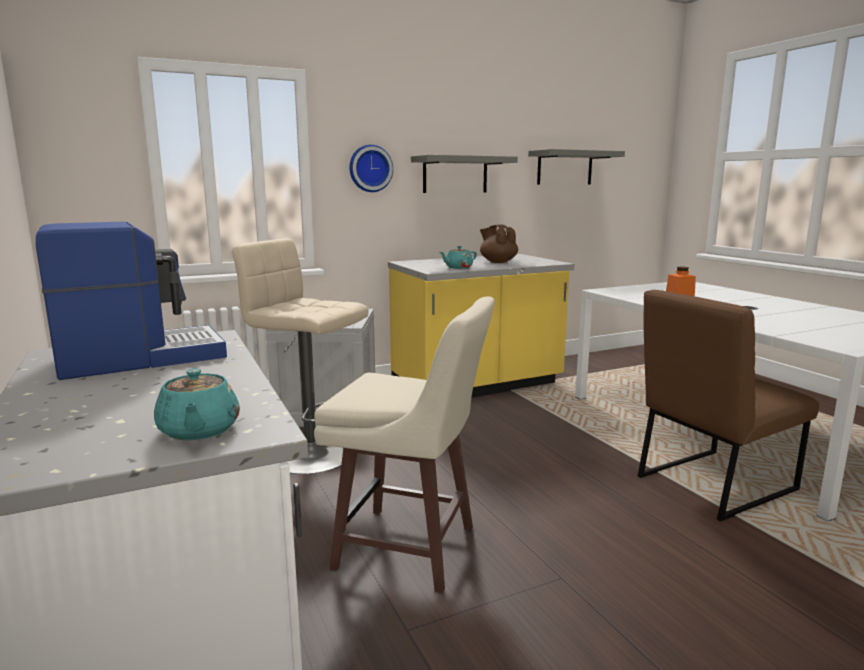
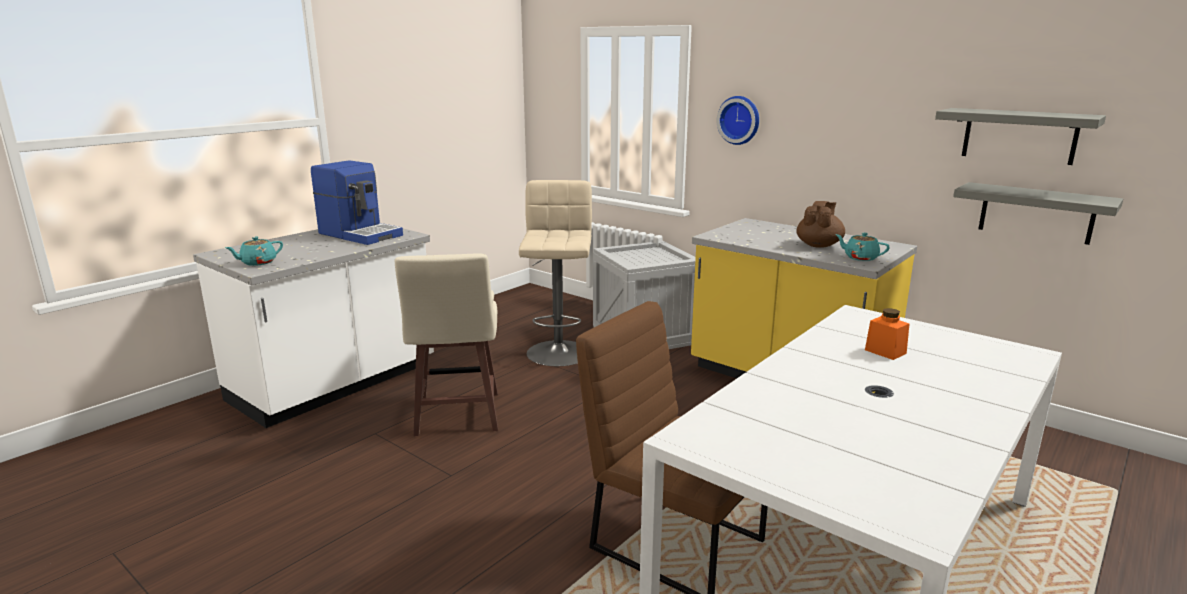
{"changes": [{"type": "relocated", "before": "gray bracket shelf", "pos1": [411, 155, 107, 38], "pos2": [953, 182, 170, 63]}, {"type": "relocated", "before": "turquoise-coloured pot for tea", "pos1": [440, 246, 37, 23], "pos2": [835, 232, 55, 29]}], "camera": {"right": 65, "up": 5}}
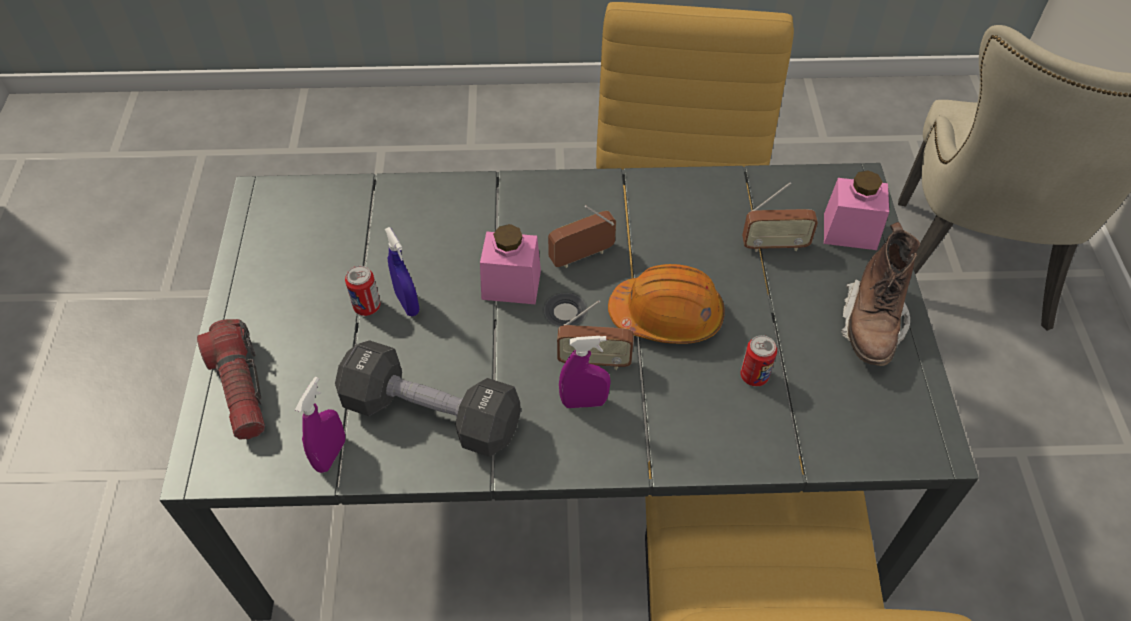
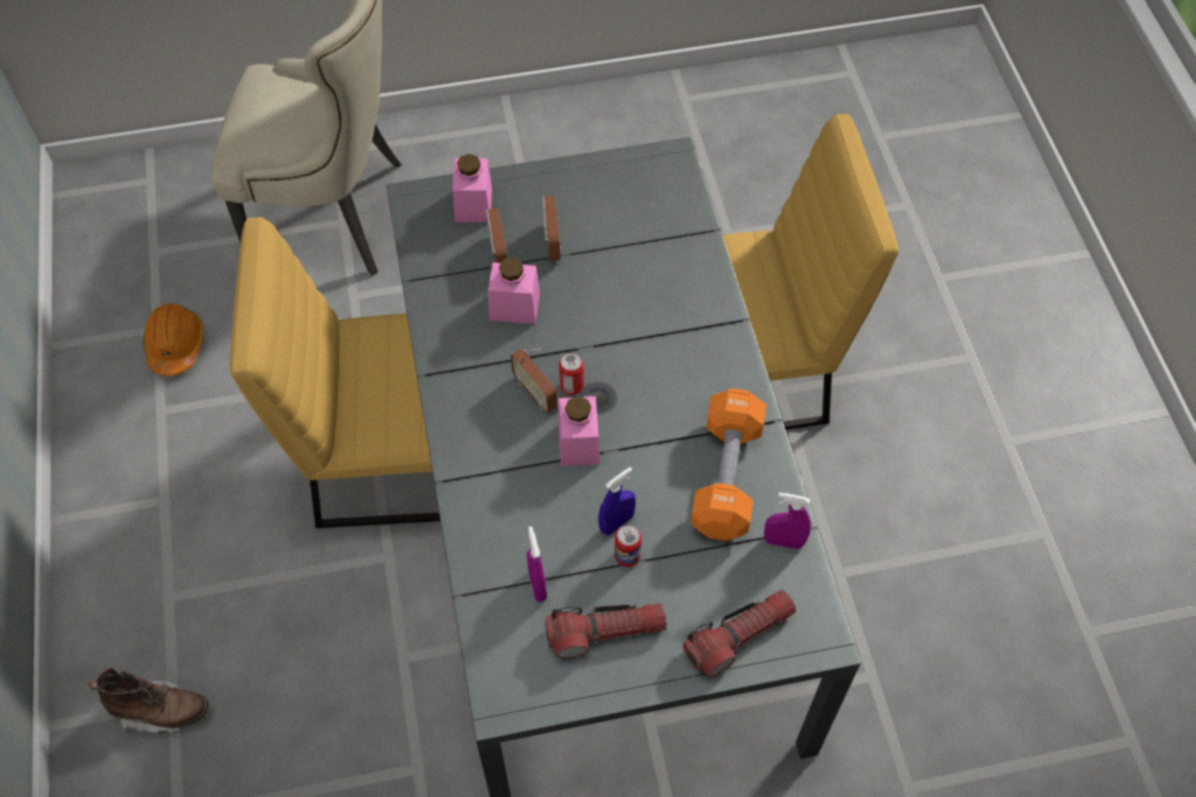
{"changes": [{"type": "colour", "before": "black free weight", "after": "orangey free weight", "pos1": [335, 340, 186, 117], "pos2": [691, 389, 75, 152]}, {"type": "relocated", "before": "radio receiver", "pos1": [557, 301, 77, 69], "pos2": [542, 196, 19, 65]}, {"type": "relocated", "before": "purple-coloured sprayer", "pos1": [559, 336, 52, 72], "pos2": [527, 526, 20, 76]}, {"type": "relocated", "before": "orangey hard hat", "pos1": [608, 264, 117, 80], "pos2": [143, 303, 60, 73]}, {"type": "relocated", "before": "metal can", "pos1": [740, 335, 37, 51], "pos2": [559, 353, 25, 42]}, {"type": "relocated", "before": "brown high-top boot", "pos1": [841, 222, 79, 144], "pos2": [88, 668, 121, 66]}, {"type": "appeared", "after": "pink-coloured storage jar", "pos2": [488, 257, 52, 67]}, {"type": "appeared", "after": "flashlight", "pos2": [545, 603, 122, 56]}], "camera": {"right": -100, "up": 5}}
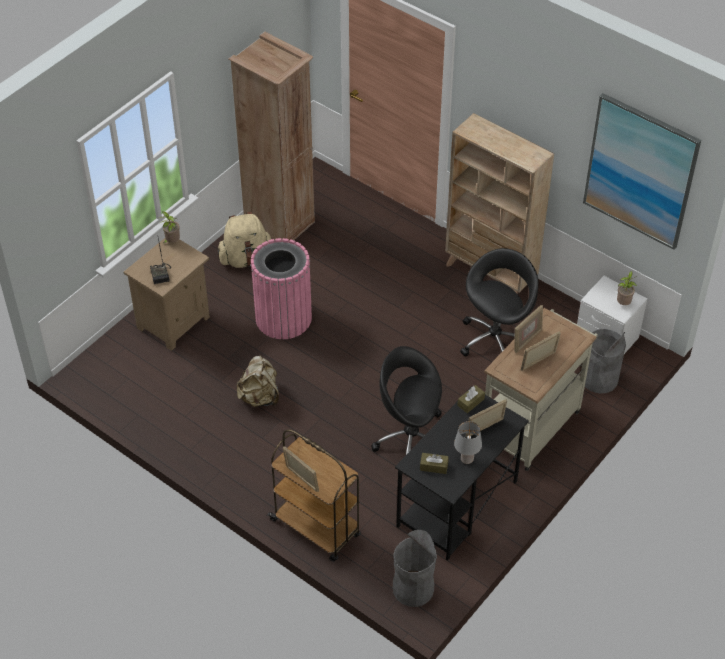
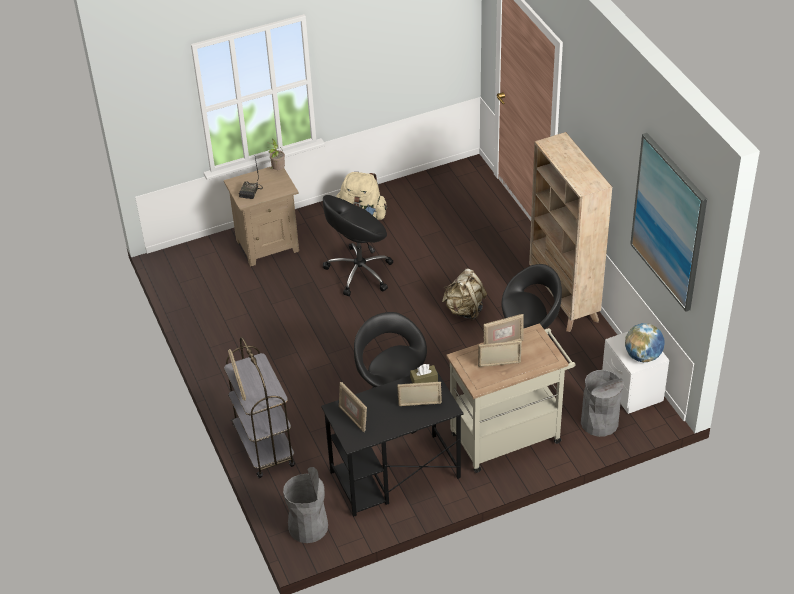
{"changes": [{"type": "missing", "before": "brown cupboard", "pos1": [229, 32, 86, 208]}, {"type": "relocated", "before": "beige-coloured knapsack", "pos1": [237, 356, 42, 51], "pos2": [442, 269, 45, 51]}, {"type": "exchanged", "before": "pink-coloured rubbish bin", "after": "black desk chair", "pos1": [250, 238, 62, 101], "pos2": [323, 195, 70, 101]}, {"type": "colour", "before": "brown wheeled cart", "after": "gray wheeled cart", "pos1": [267, 429, 94, 133], "pos2": [224, 337, 71, 141]}, {"type": "exchanged", "before": "brown tissue holder", "after": "picture frame", "pos1": [420, 453, 29, 21], "pos2": [339, 382, 28, 50]}, {"type": "missing", "before": "gray table lamp", "pos1": [454, 421, 28, 43]}, {"type": "exchanged", "before": "plant in a pot", "after": "world globe", "pos1": [617, 271, 20, 34], "pos2": [625, 323, 39, 39]}], "camera": {"right": 30, "up": -5}}
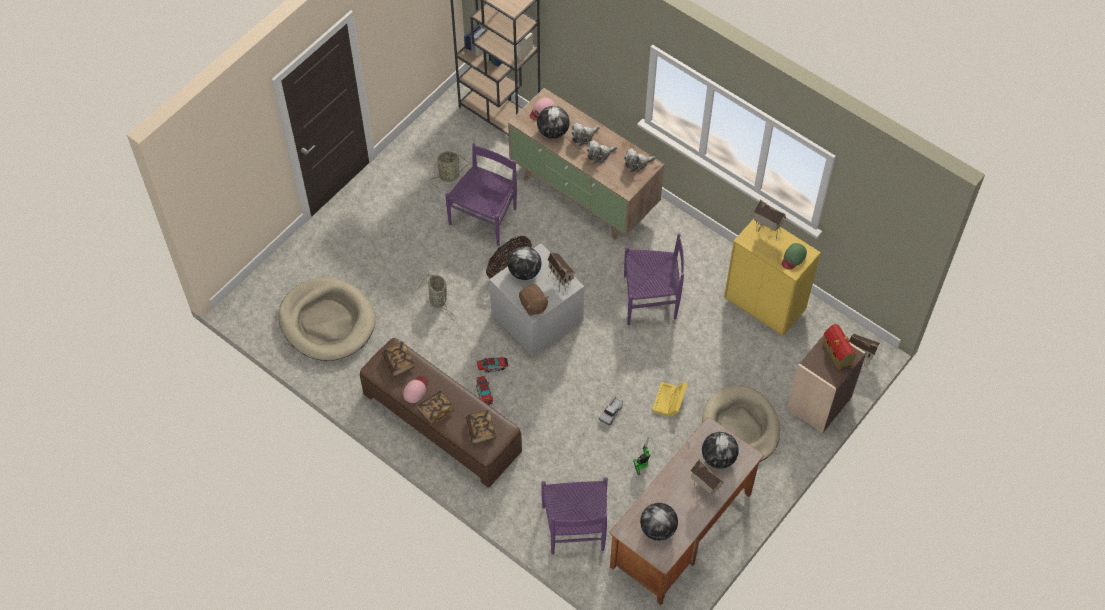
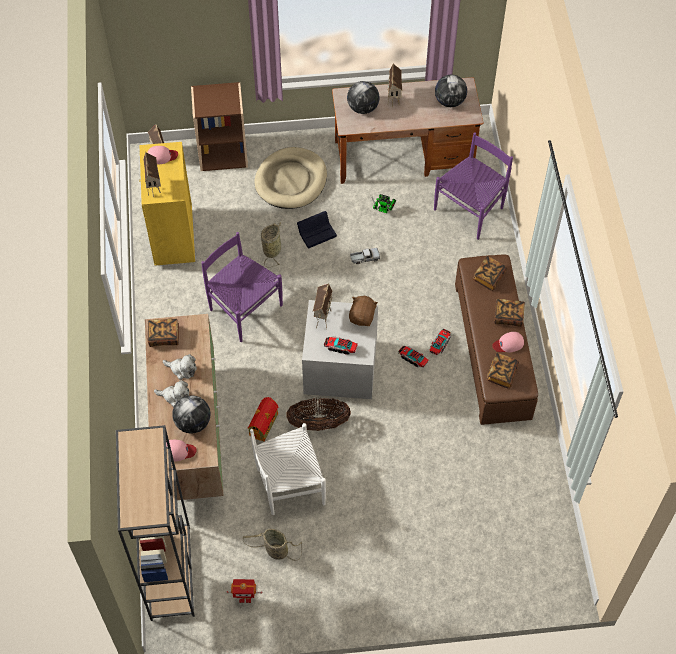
{"changes": [{"type": "missing", "before": "beige-coloured dog cushion", "pos1": [278, 277, 98, 84]}, {"type": "relocated", "before": "storage basket", "pos1": [418, 274, 38, 47], "pos2": [261, 222, 20, 45]}, {"type": "colour", "before": "purple-coloured plain chair", "after": "whitish plain chair", "pos1": [446, 143, 71, 103], "pos2": [250, 423, 76, 92]}, {"type": "exchanged", "before": "world globe", "after": "toy truck", "pos1": [508, 246, 33, 34], "pos2": [324, 336, 34, 19]}, {"type": "exchanged", "before": "soft toy", "after": "bound book", "pos1": [624, 149, 32, 23], "pos2": [148, 319, 31, 28]}, {"type": "colour", "before": "yellow storage bin", "after": "black storage bin", "pos1": [652, 382, 35, 35], "pos2": [297, 211, 40, 38]}, {"type": "colour", "before": "green-coloured baseball cap", "after": "pink-coloured baseball cap", "pos1": [782, 243, 25, 27], "pos2": [147, 146, 31, 19]}, {"type": "relocated", "before": "toy house", "pos1": [823, 324, 34, 46], "pos2": [248, 397, 30, 44]}, {"type": "appeared", "after": "robot figure", "pos2": [227, 579, 35, 24]}], "camera": {"right": -135, "up": 0}}
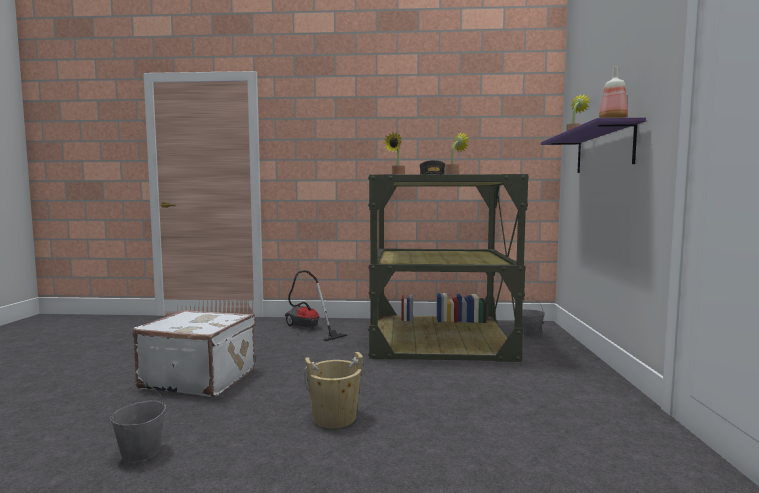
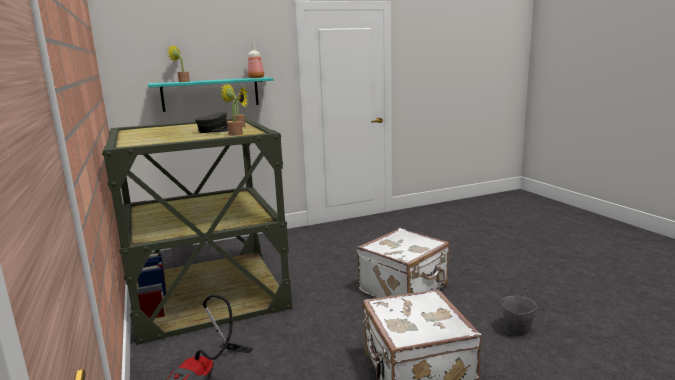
{"changes": [{"type": "exchanged", "before": "beige-coloured pail", "after": "whitish piece of luggage", "pos1": [304, 352, 59, 76], "pos2": [357, 228, 93, 70]}, {"type": "colour", "before": "purple-coloured bracket shelf", "after": "turquoise-coloured bracket shelf", "pos1": [541, 117, 105, 56], "pos2": [148, 77, 126, 35]}], "camera": {"right": -115, "up": 10}}
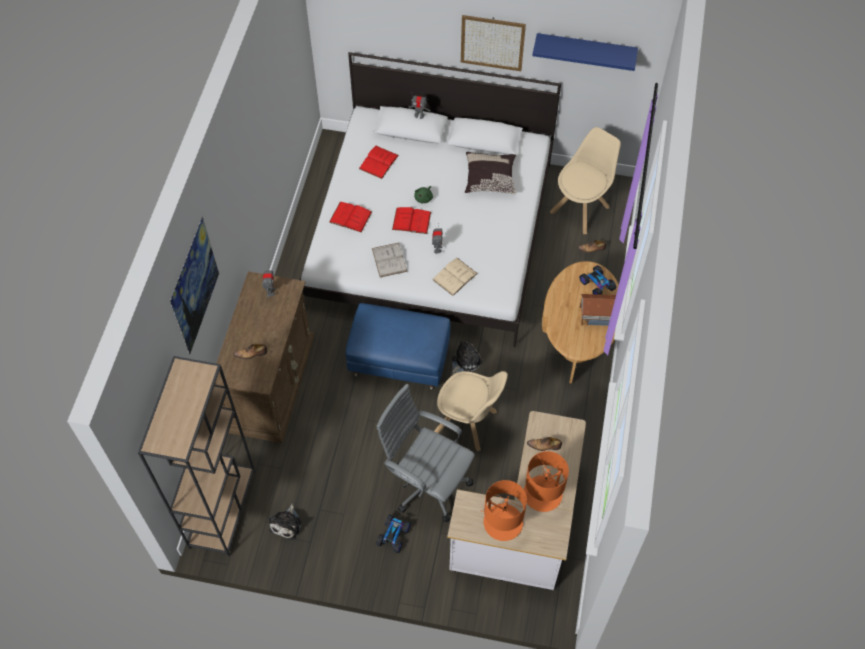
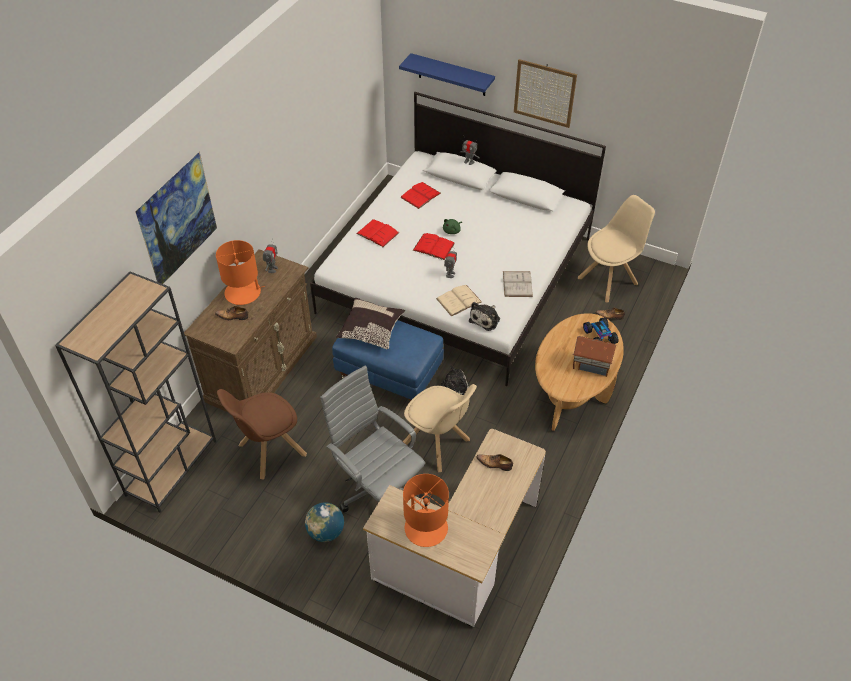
{"changes": [{"type": "relocated", "before": "soft toy", "pos1": [269, 504, 33, 36], "pos2": [469, 302, 31, 29]}, {"type": "relocated", "before": "whitish bound book", "pos1": [372, 243, 35, 34], "pos2": [503, 271, 30, 26]}, {"type": "exchanged", "before": "model car", "after": "world globe", "pos1": [376, 514, 35, 39], "pos2": [305, 502, 39, 40]}, {"type": "relocated", "before": "cushion", "pos1": [464, 152, 52, 42], "pos2": [336, 298, 69, 51]}, {"type": "relocated", "before": "orangey table lamp", "pos1": [524, 451, 45, 61], "pos2": [216, 240, 49, 65]}, {"type": "relocated", "before": "blue-coloured bracket shelf", "pos1": [532, 33, 106, 38], "pos2": [399, 53, 96, 43]}, {"type": "appeared", "after": "brown plain chair", "pos2": [217, 389, 90, 91]}], "camera": {"right": 15, "up": -10}}
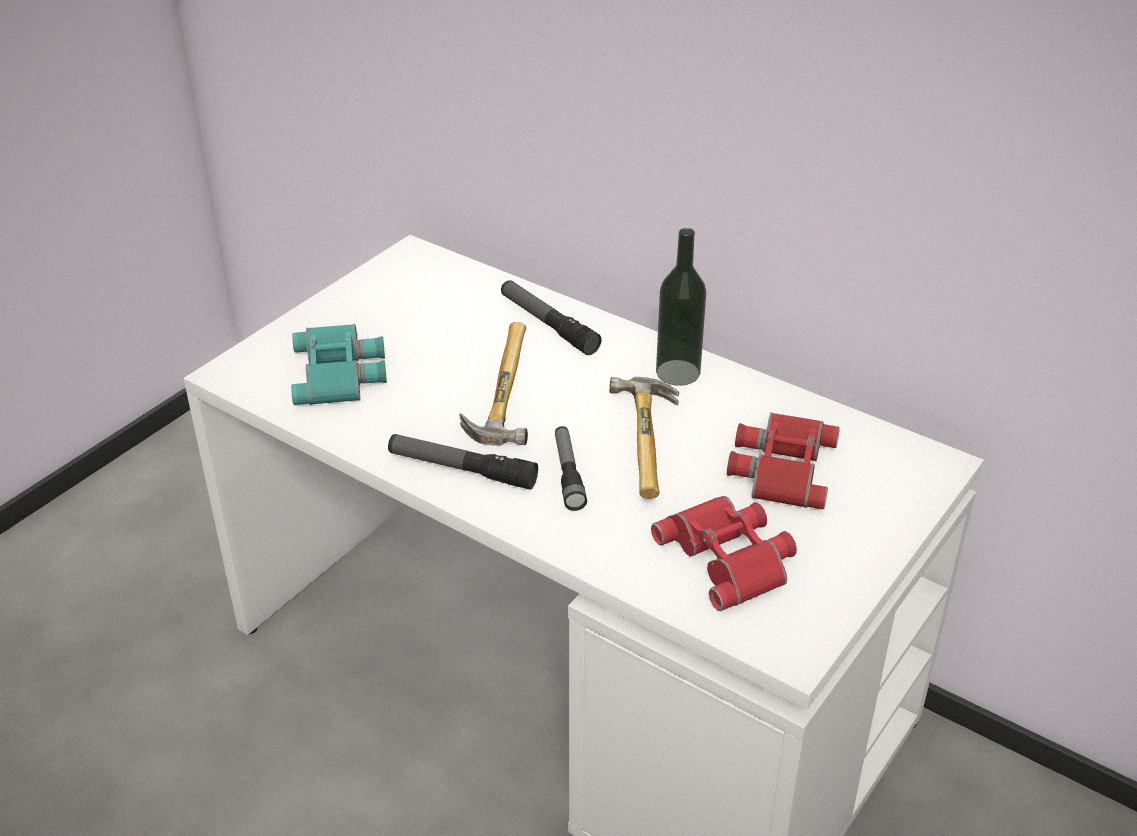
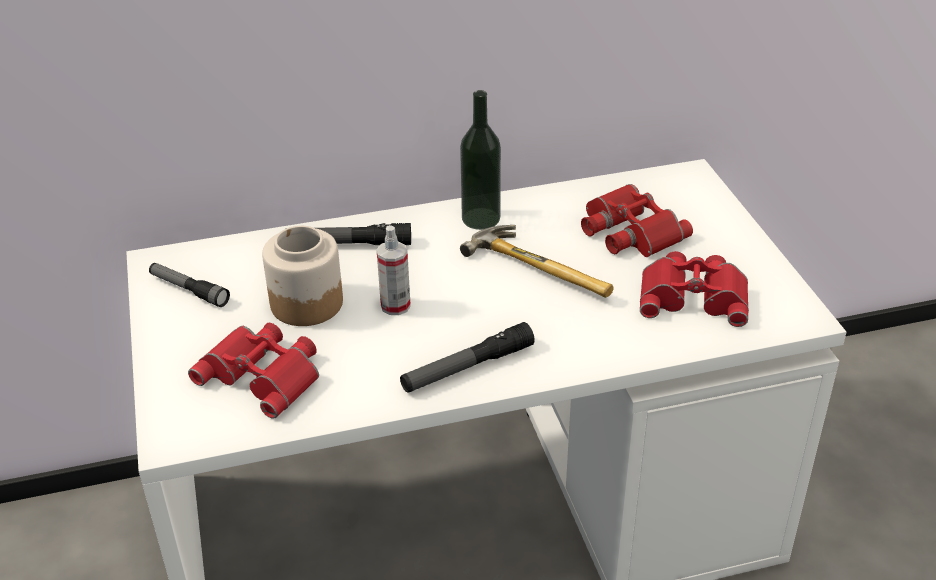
{"changes": [{"type": "colour", "before": "turquoise-coloured field glasses", "after": "reddish field glasses", "pos1": [291, 324, 96, 81], "pos2": [188, 323, 131, 96]}, {"type": "exchanged", "before": "hand hammer", "after": "sprayer", "pos1": [460, 322, 68, 124], "pos2": [376, 225, 35, 90]}, {"type": "relocated", "before": "flashlight", "pos1": [555, 426, 32, 85], "pos2": [149, 263, 81, 44]}, {"type": "appeared", "after": "storage jar", "pos2": [262, 226, 81, 100]}], "camera": {"right": -50, "up": 0}}
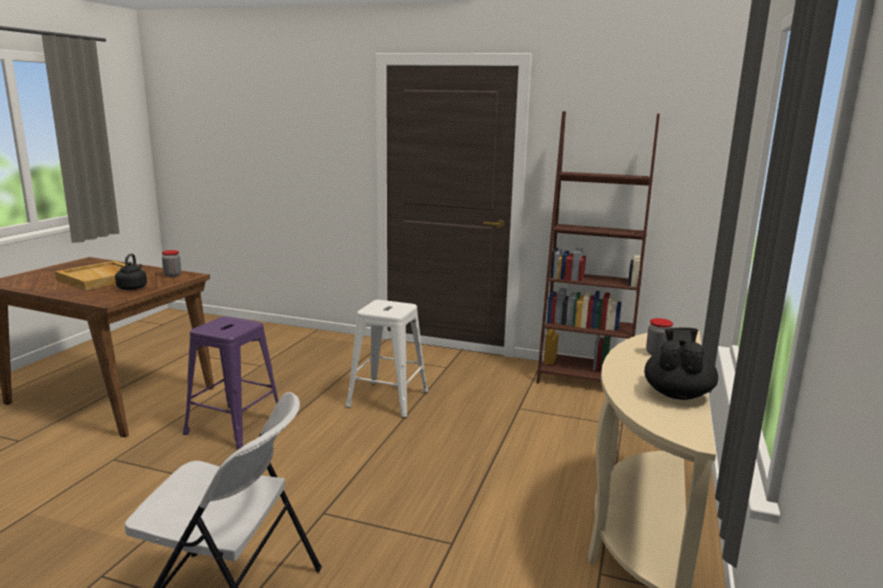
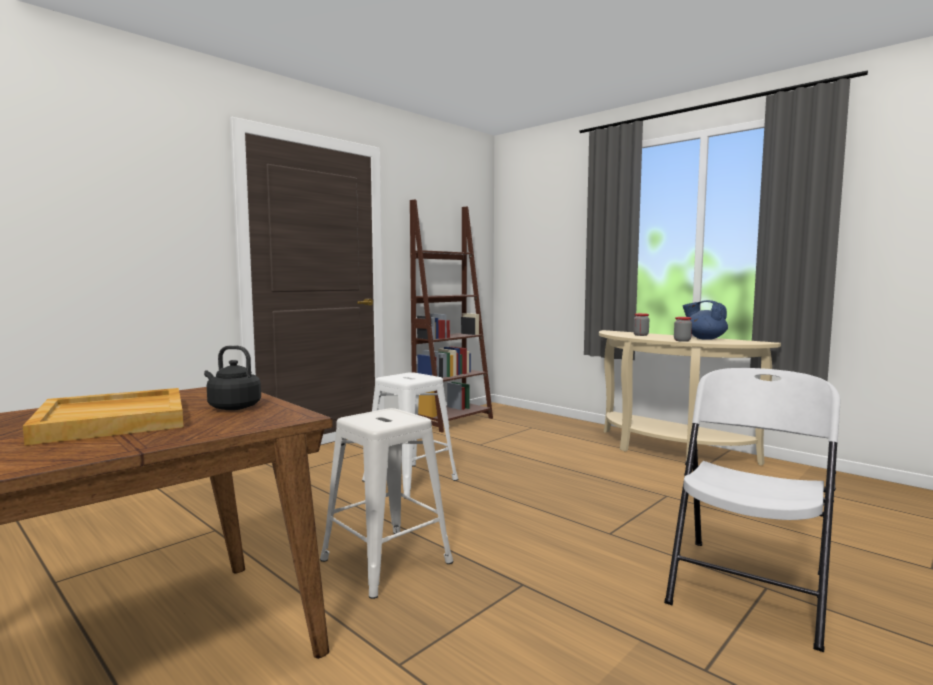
{"changes": [{"type": "relocated", "before": "storage jar", "pos1": [162, 250, 19, 27], "pos2": [674, 317, 18, 25]}, {"type": "colour", "before": "purple-coloured stool", "after": "whitish stool", "pos1": [183, 316, 96, 133], "pos2": [320, 408, 134, 191]}, {"type": "colour", "before": "black pot for tea", "after": "blue-coloured pot for tea", "pos1": [644, 328, 74, 72], "pos2": [683, 300, 45, 40]}], "camera": {"right": -65, "up": -10}}
